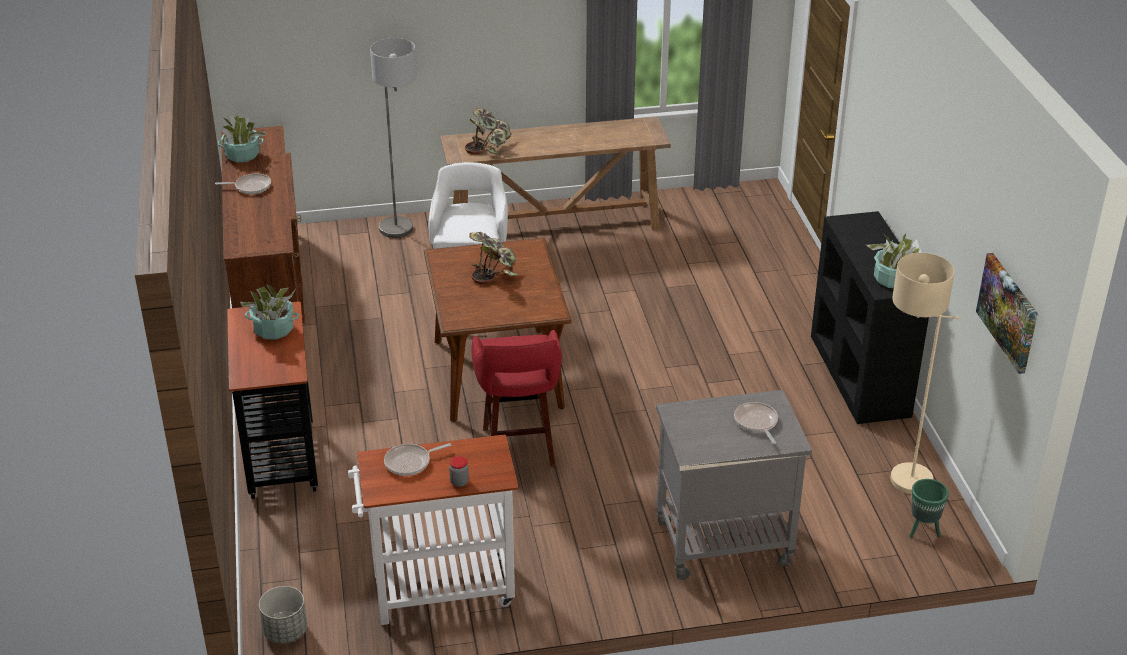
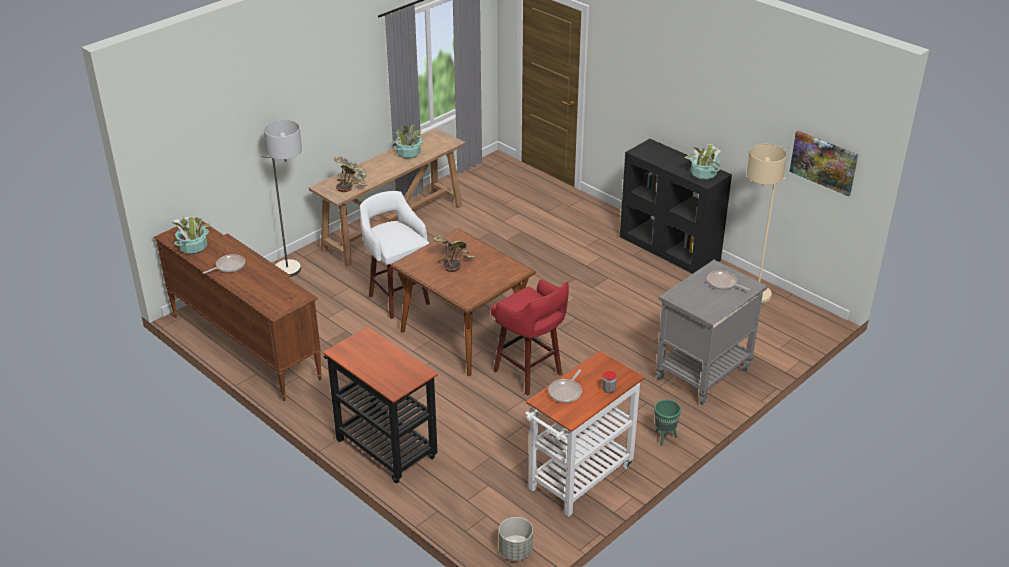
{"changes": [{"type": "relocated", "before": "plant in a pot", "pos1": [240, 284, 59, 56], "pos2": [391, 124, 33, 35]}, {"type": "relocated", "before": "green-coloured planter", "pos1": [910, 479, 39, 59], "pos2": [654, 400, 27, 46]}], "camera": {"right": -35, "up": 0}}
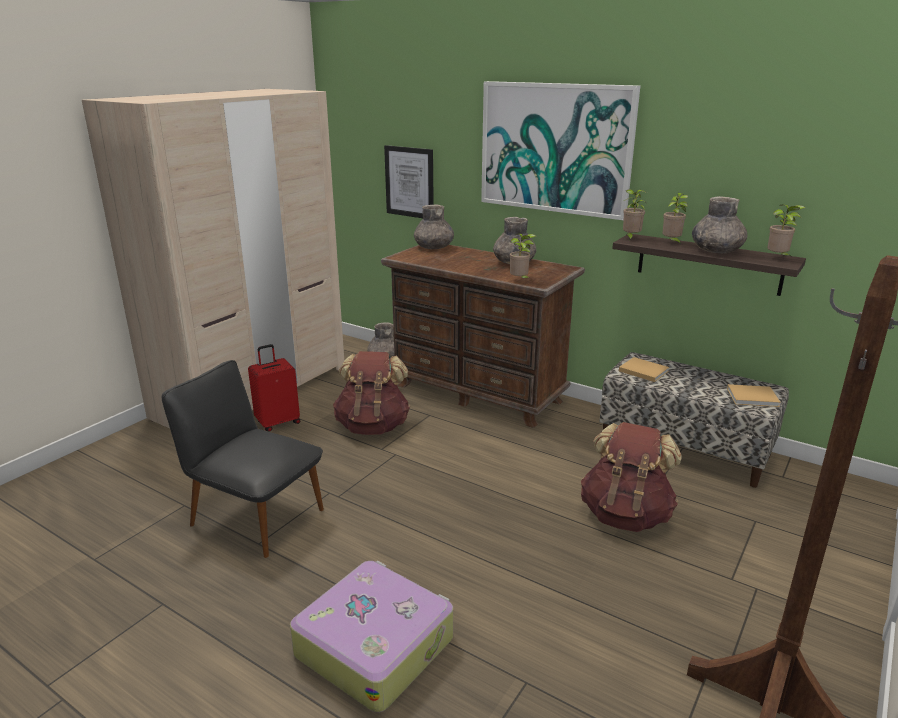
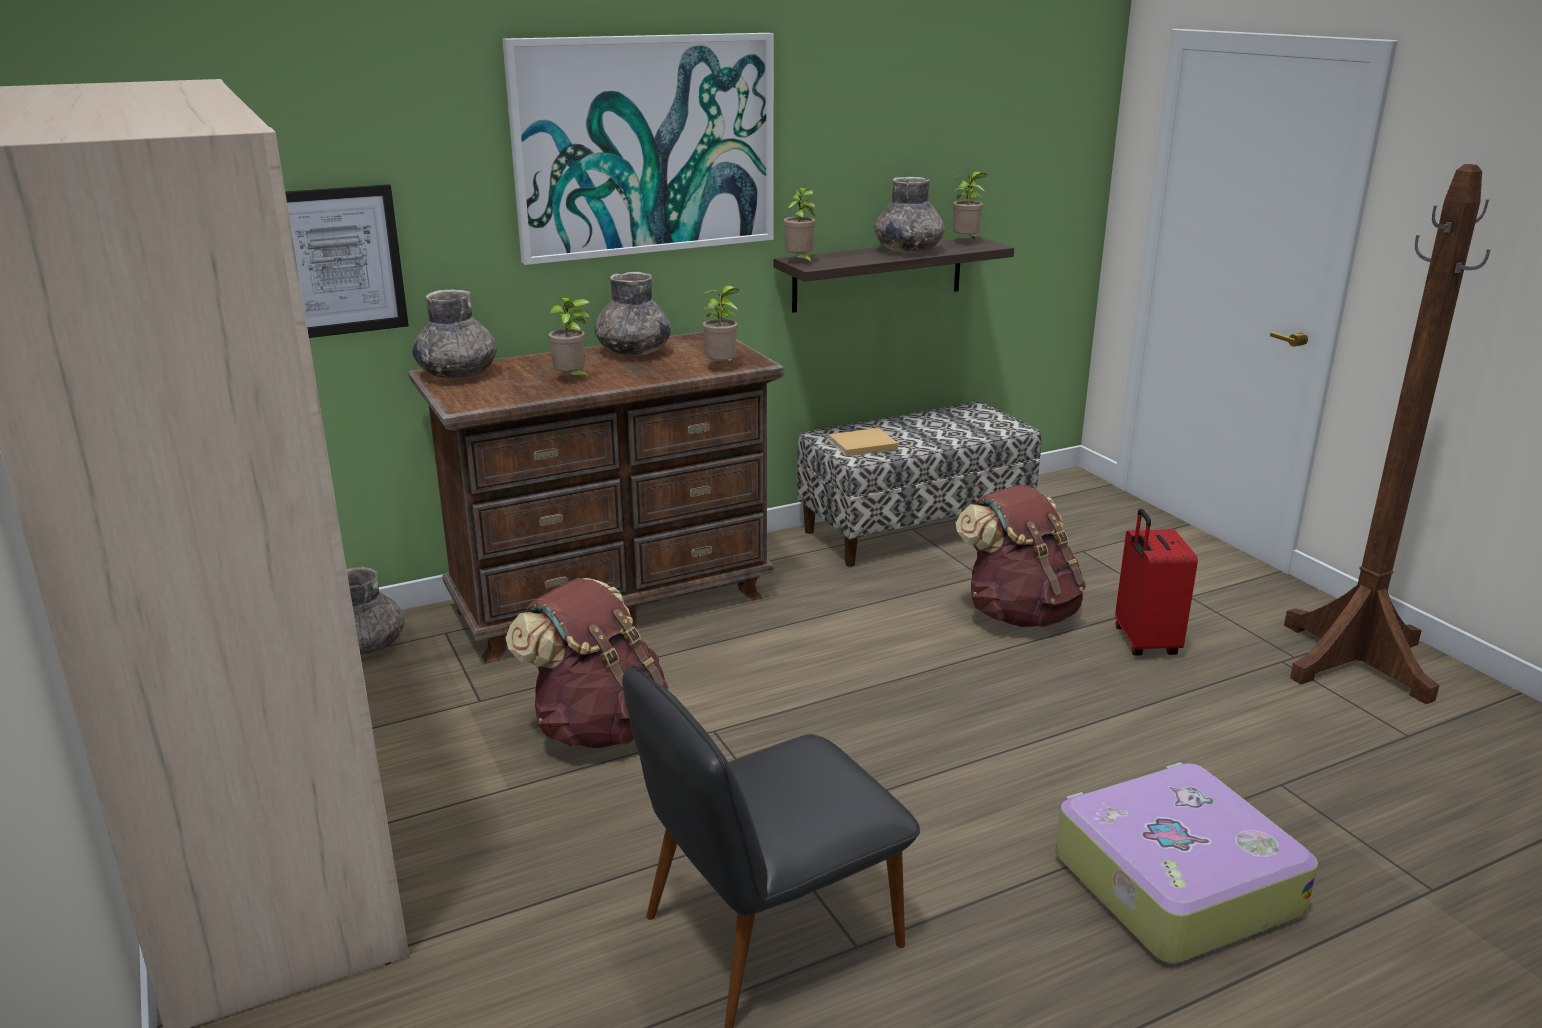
{"changes": [{"type": "relocated", "before": "reddish piece of luggage", "pos1": [248, 344, 52, 88], "pos2": [1115, 509, 83, 147]}, {"type": "relocated", "before": "plant in a pot", "pos1": [663, 193, 25, 53], "pos2": [548, 298, 44, 81]}, {"type": "missing", "before": "beige-coloured bound book", "pos1": [727, 384, 54, 23]}], "camera": {"right": -60, "up": 0}}
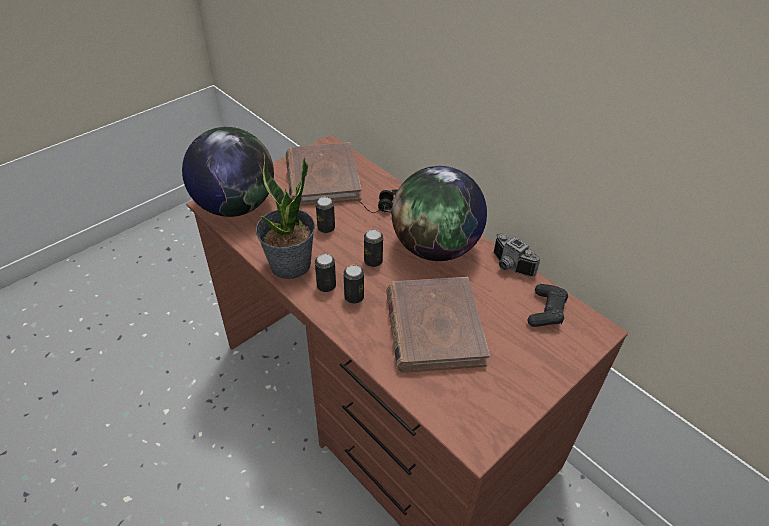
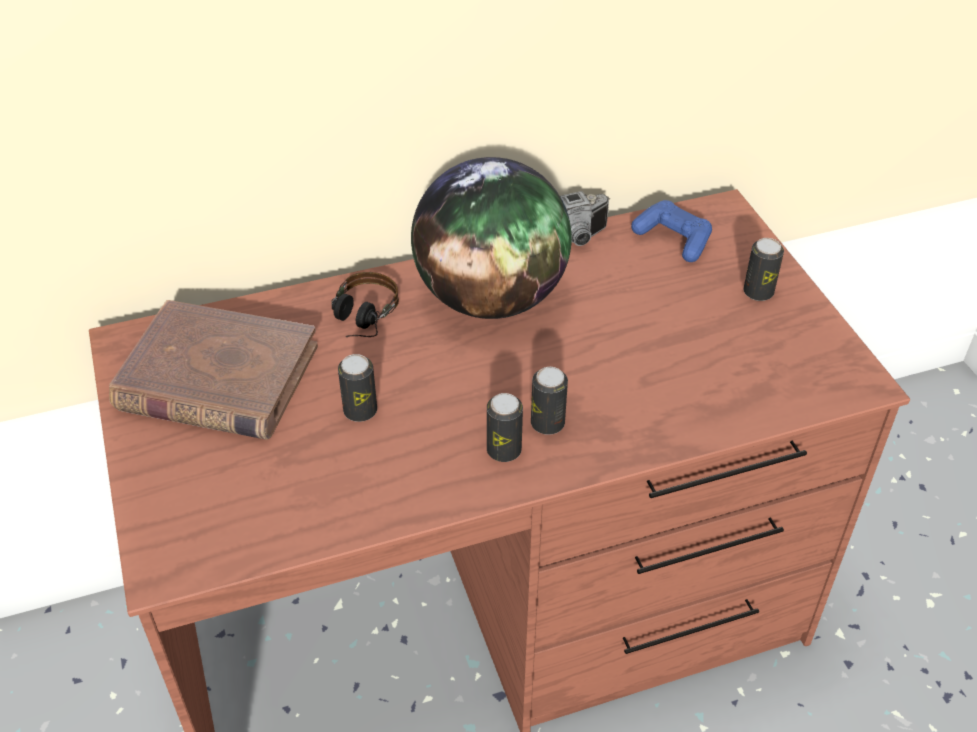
{"changes": [{"type": "missing", "before": "world globe", "pos1": [182, 127, 92, 90]}, {"type": "missing", "before": "plant in a pot", "pos1": [256, 153, 59, 126]}, {"type": "relocated", "before": "metal can", "pos1": [364, 230, 19, 37], "pos2": [743, 238, 41, 63]}, {"type": "missing", "before": "brown bound book", "pos1": [387, 277, 103, 96]}, {"type": "colour", "before": "black gamepad", "after": "blue-coloured gamepad", "pos1": [528, 284, 40, 43], "pos2": [631, 200, 81, 62]}], "camera": {"right": -65, "up": 0}}
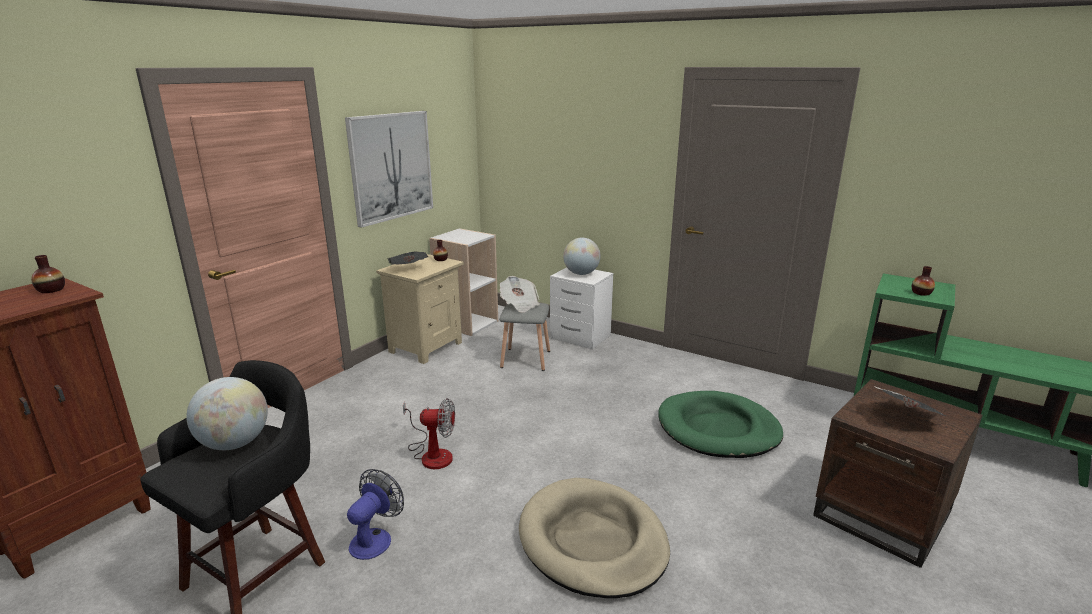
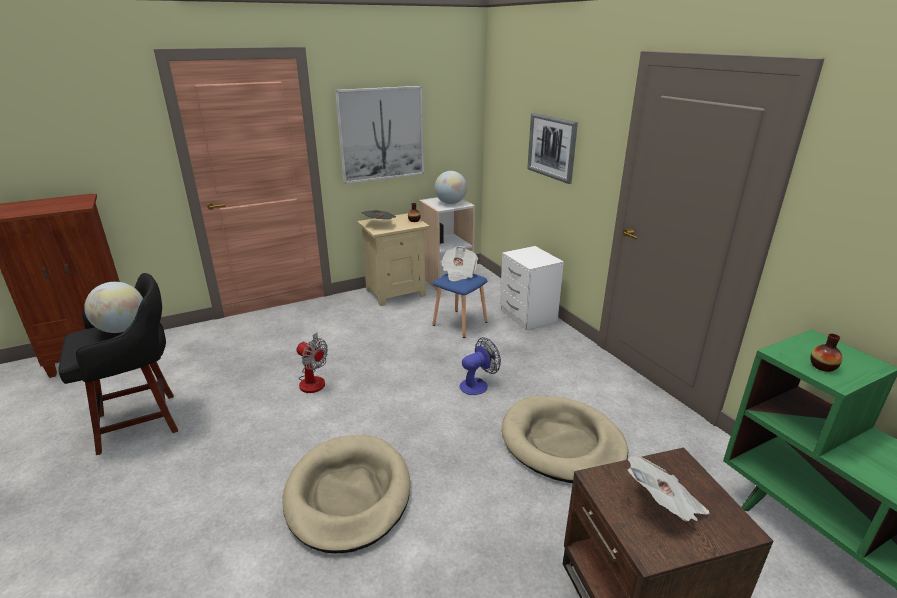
{"changes": [{"type": "missing", "before": "vase", "pos1": [31, 255, 34, 38]}, {"type": "relocated", "before": "fan", "pos1": [347, 469, 57, 91], "pos2": [459, 337, 42, 58]}, {"type": "colour", "before": "gray stool", "after": "blue-coloured stool", "pos1": [499, 303, 51, 68], "pos2": [432, 273, 56, 65]}, {"type": "relocated", "before": "world globe", "pos1": [563, 238, 38, 37], "pos2": [435, 171, 32, 33]}, {"type": "colour", "before": "green-coloured dog cushion", "after": "beige-coloured dog cushion", "pos1": [658, 391, 125, 67], "pos2": [502, 396, 126, 87]}, {"type": "appeared", "after": "wall picture", "pos2": [527, 113, 51, 71]}], "camera": {"right": 30, "up": 5}}
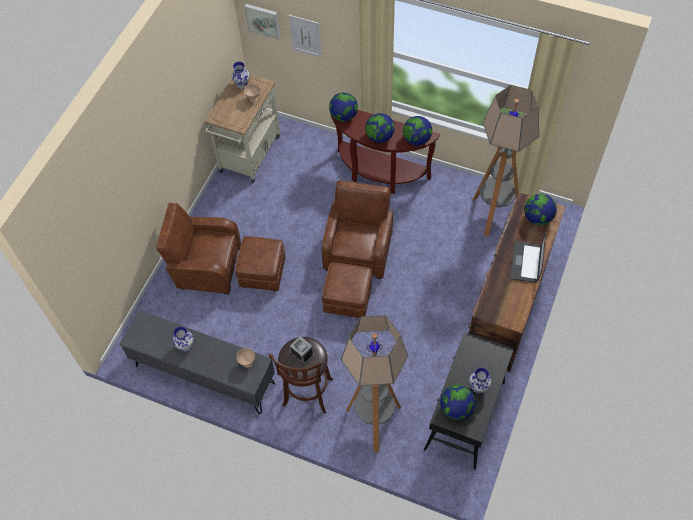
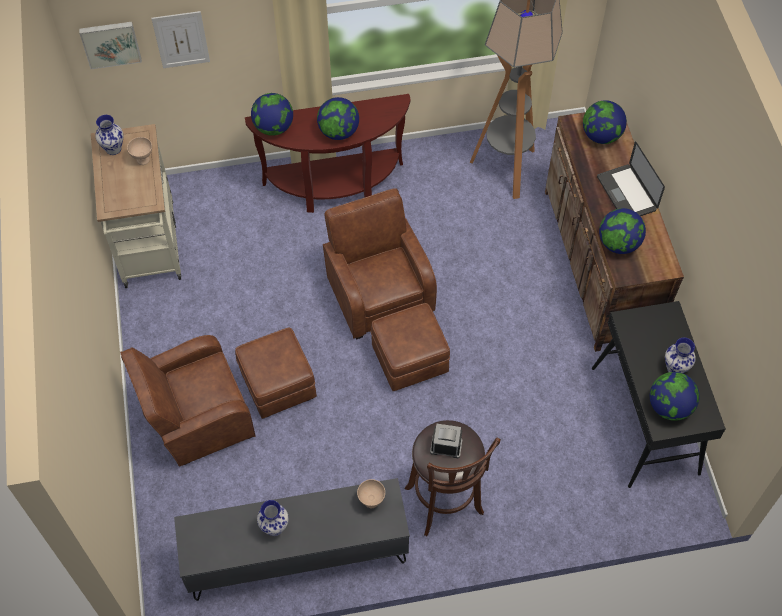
{"changes": [{"type": "missing", "before": "standard lamp", "pos1": [341, 315, 67, 137]}, {"type": "relocated", "before": "world globe", "pos1": [403, 116, 29, 30], "pos2": [599, 208, 47, 46]}], "camera": {"right": -35, "up": 0}}
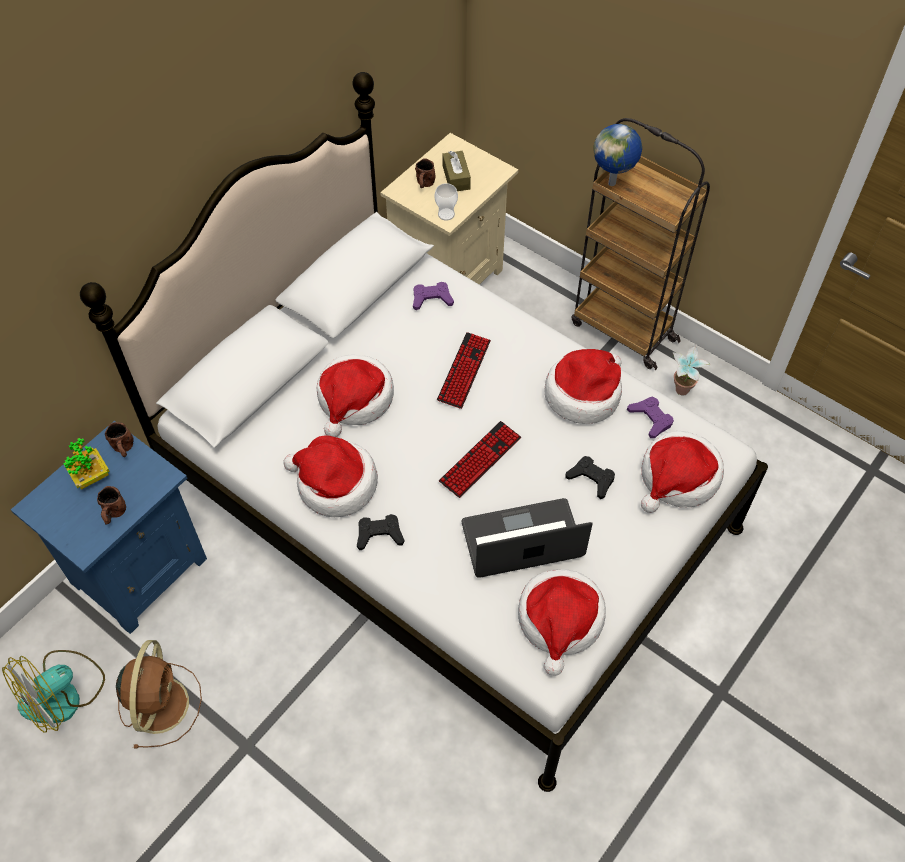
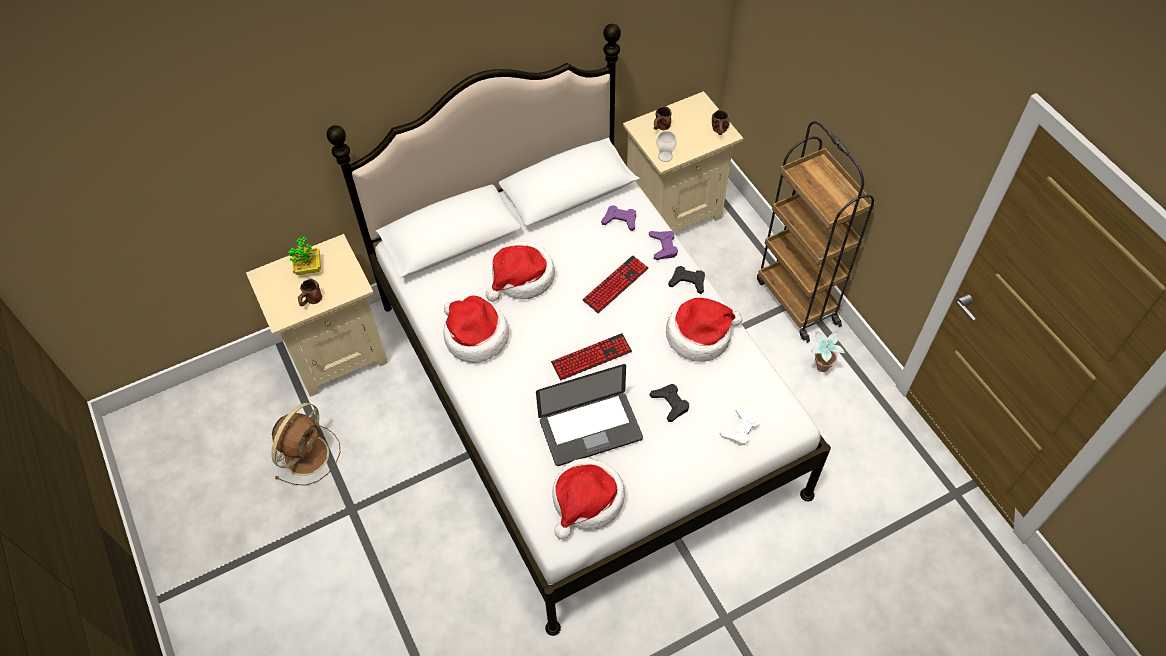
{"changes": [{"type": "missing", "before": "fan", "pos1": [2, 650, 103, 83]}, {"type": "colour", "before": "blue-coloured nightstand", "after": "beige-coloured nightstand", "pos1": [11, 421, 196, 213], "pos2": [246, 234, 142, 163]}, {"type": "relocated", "before": "brown tea mug", "pos1": [105, 422, 29, 35], "pos2": [712, 110, 18, 25]}, {"type": "relocated", "before": "black gamepad", "pos1": [357, 514, 48, 36], "pos2": [668, 266, 37, 28]}, {"type": "missing", "before": "brown tissue holder", "pos1": [442, 151, 29, 40]}, {"type": "spun", "before": "laptop", "pos1": [462, 498, 131, 80], "pos2": [536, 364, 107, 102], "turn": 150}, {"type": "missing", "before": "world globe", "pos1": [593, 124, 49, 62]}, {"type": "relocated", "before": "purple-coloured gamepad", "pos1": [627, 397, 47, 41], "pos2": [649, 231, 29, 29]}, {"type": "exchanged", "before": "wearable hat", "after": "whitish gamepad", "pos1": [641, 431, 83, 82], "pos2": [720, 406, 39, 40]}], "camera": {"right": 25, "up": 0}}
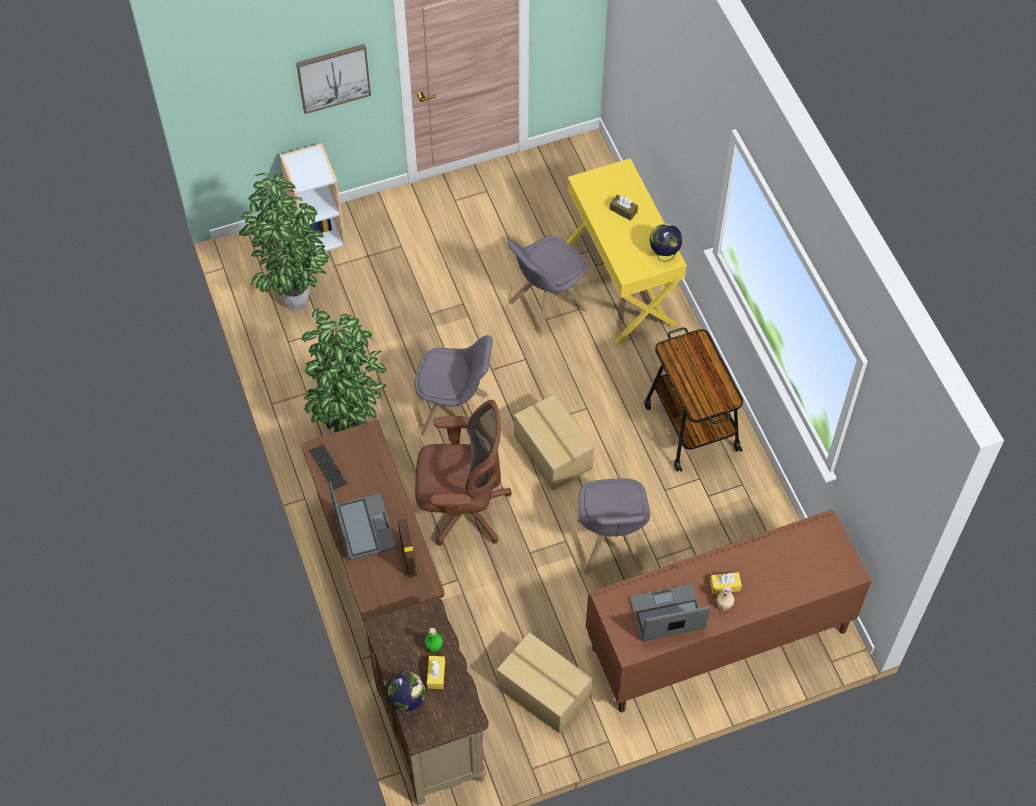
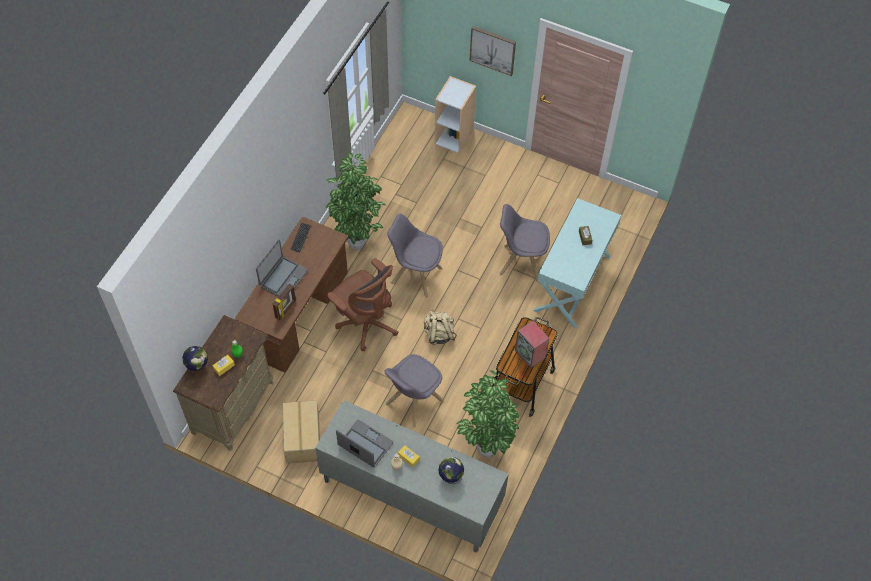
{"changes": [{"type": "relocated", "before": "plant in a pot", "pos1": [239, 173, 91, 138], "pos2": [456, 370, 64, 88]}, {"type": "spun", "before": "gray plain chair", "pos1": [415, 335, 78, 101], "pos2": [387, 214, 56, 84], "turn": 150}, {"type": "exchanged", "before": "packing box", "after": "beige-coloured knapsack", "pos1": [514, 394, 80, 96], "pos2": [424, 309, 33, 36]}, {"type": "colour", "before": "yellow desk table", "after": "turquoise-coloured desk table", "pos1": [566, 158, 121, 186], "pos2": [533, 198, 88, 130]}, {"type": "colour", "before": "brown cupboard", "after": "gray cupboard", "pos1": [586, 510, 285, 202], "pos2": [315, 400, 194, 152]}, {"type": "relocated", "before": "world globe", "pos1": [649, 224, 33, 38], "pos2": [438, 457, 26, 27]}, {"type": "appeared", "after": "audio speaker", "pos2": [515, 320, 34, 48]}], "camera": {"right": 45, "up": 0}}
